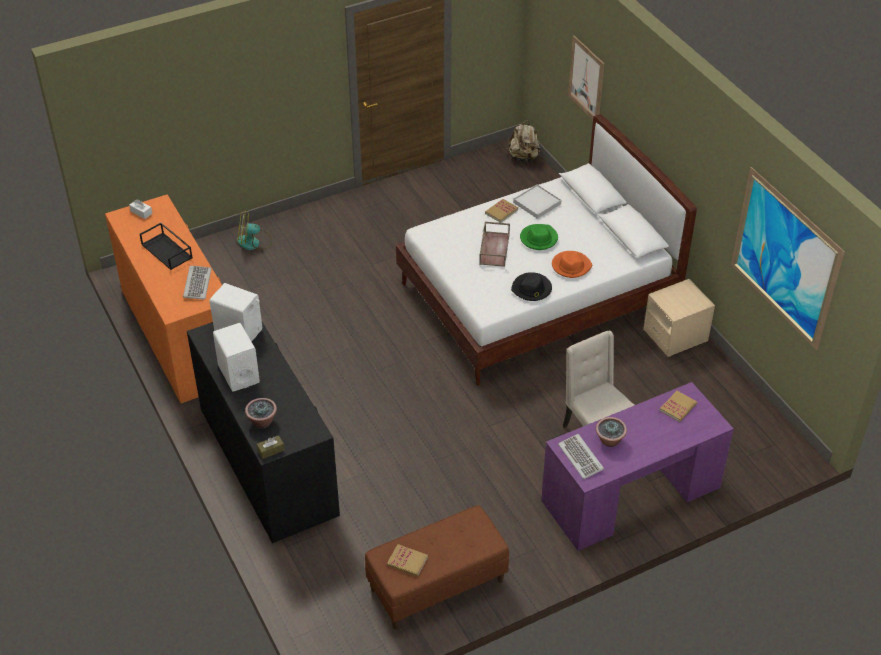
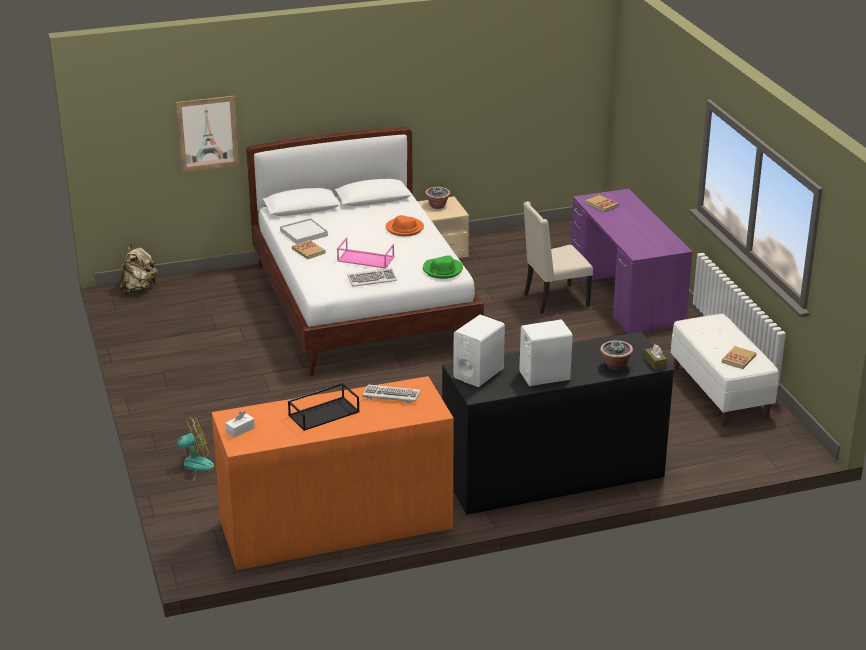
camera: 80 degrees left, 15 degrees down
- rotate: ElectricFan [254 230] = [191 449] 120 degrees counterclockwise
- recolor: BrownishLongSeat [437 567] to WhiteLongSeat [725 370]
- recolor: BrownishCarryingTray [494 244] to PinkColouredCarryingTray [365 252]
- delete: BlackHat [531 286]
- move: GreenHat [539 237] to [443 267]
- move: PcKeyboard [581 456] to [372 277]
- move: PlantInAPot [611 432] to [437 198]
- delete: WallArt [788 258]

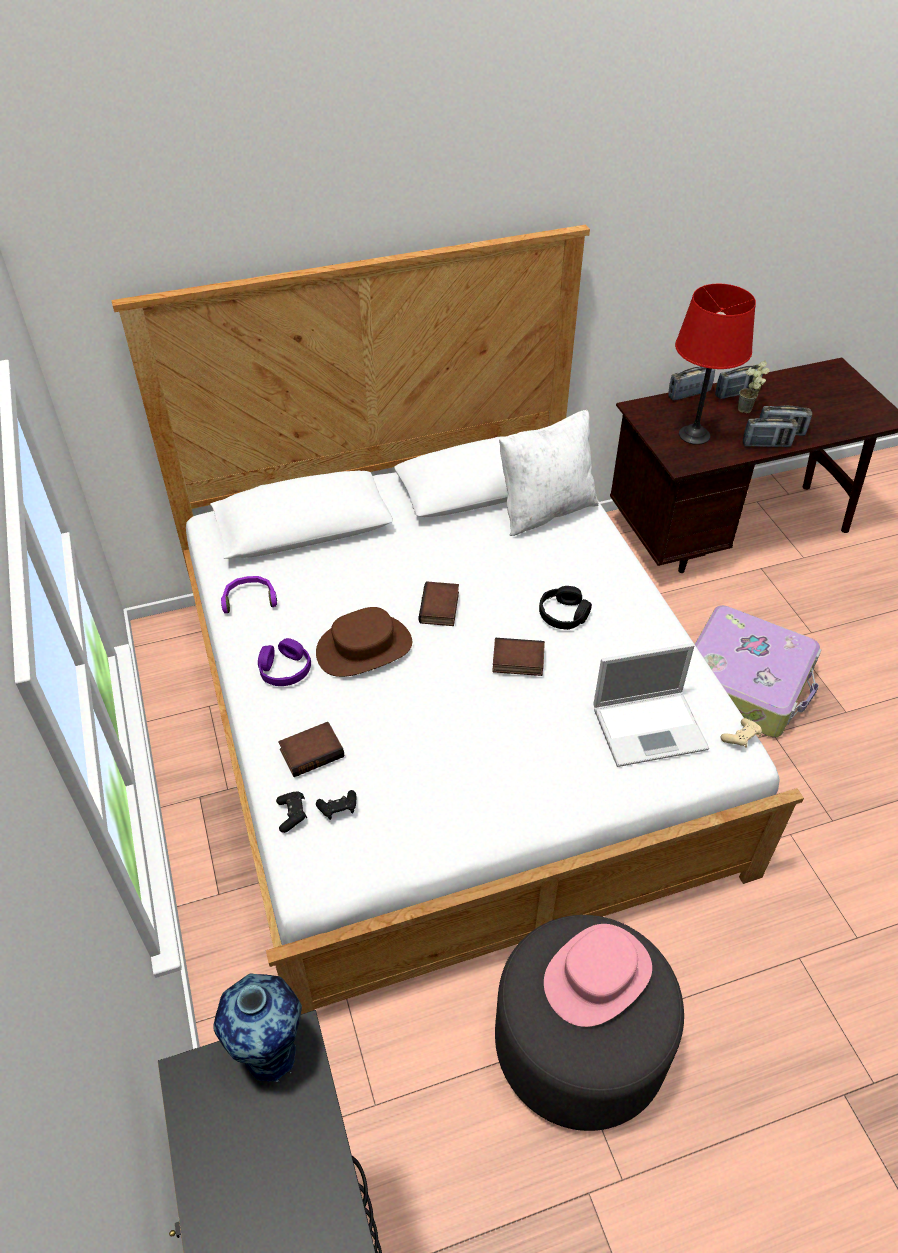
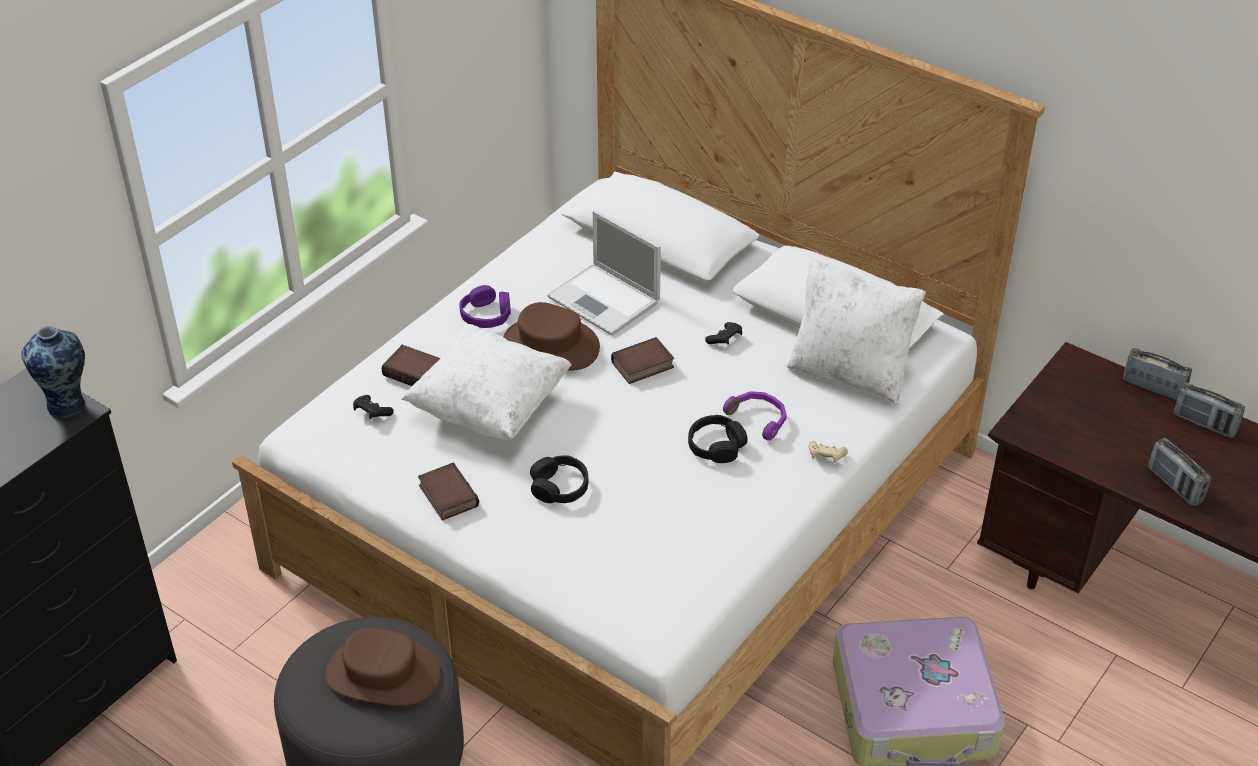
camera: 55 degrees right, 5 degrees down
- move: PurplishHeadphones [249 594] to [755 416]
- move: BlackGameController [291 812] to [723 333]
- move: BoundBook [518 657] to [448 491]
- recolor: PinkColouredHat [598 975] to BrownishHat [382 667]
- move: Laptop [651 705] to [604 273]
- delete: RedLampForATable [715 364]
- move: SandColouredGameController [741 733] to [828 452]
- delete: PlantInAPot [754 386]
- delete: RadioReceiver [770 432]
- insert: WhiteCushion [486 382]
- insert: BlackHeadphones [559 479]

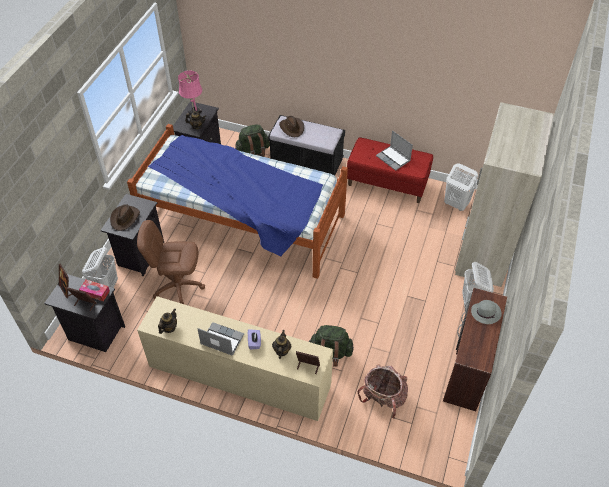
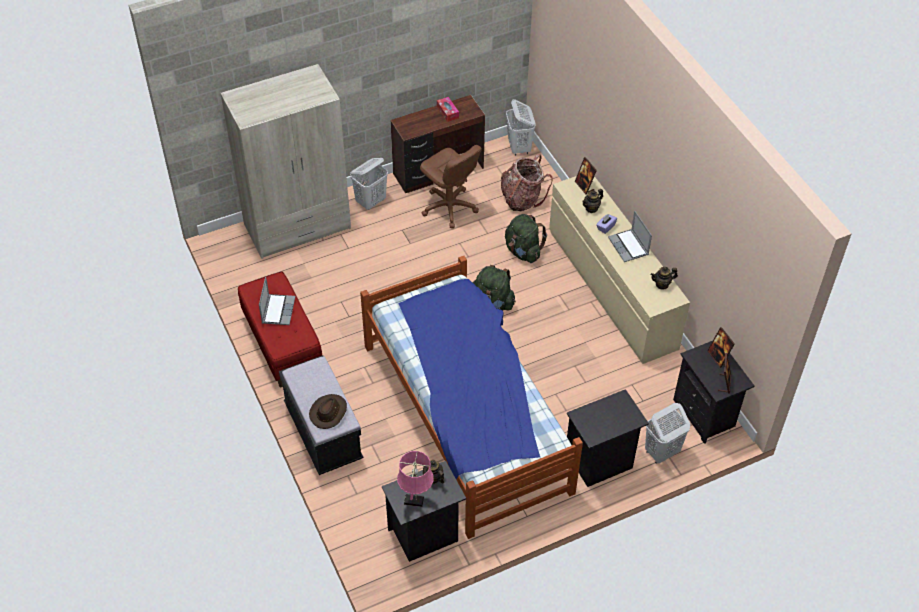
camera: 135 degrees left, 0 degrees up
- move: TissueBox [94 290] to [448 109]
- delete: BrownishHat [125 217]
- move: BrownishOfficeChair [171 262] to [451 186]
- move: GreenRucksack [252 141] to [494 288]
- move: WhiteLaundryBasket [461 187] to [521 127]
- delete: GrayHat [486 312]

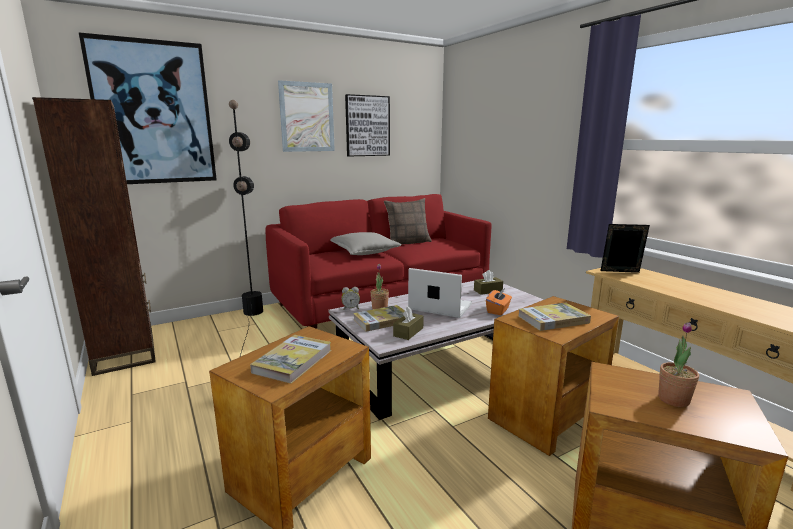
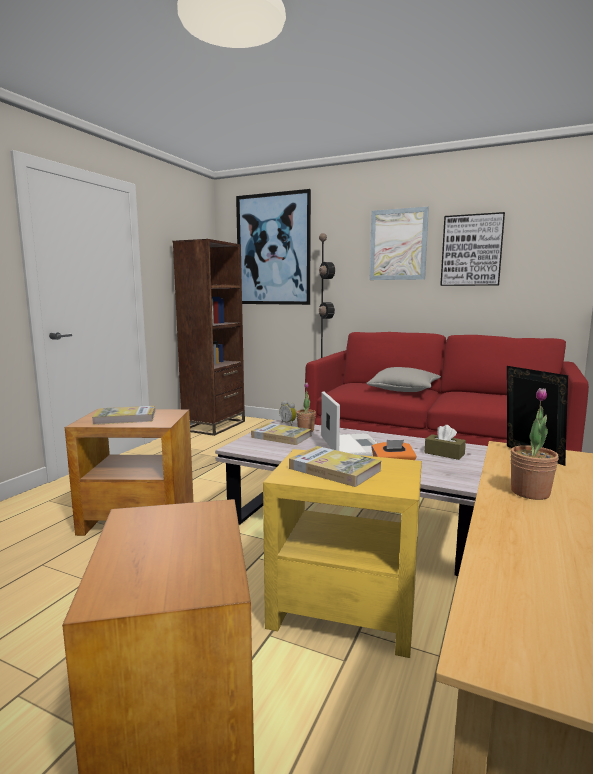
camera: 55 degrees right, 5 degrees down
- delete: Cushion [407 221]
- delete: BrownishTissueBox [408 323]
- recolor: BrownishSideTable [553 376] to YellowishSideTable [342 553]
- move: PlantInAPot [678 364] to [535 444]

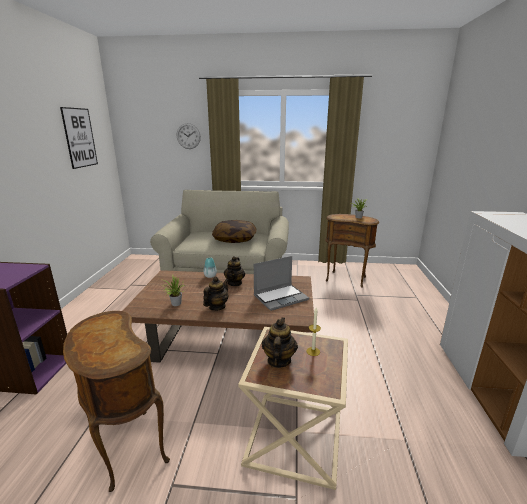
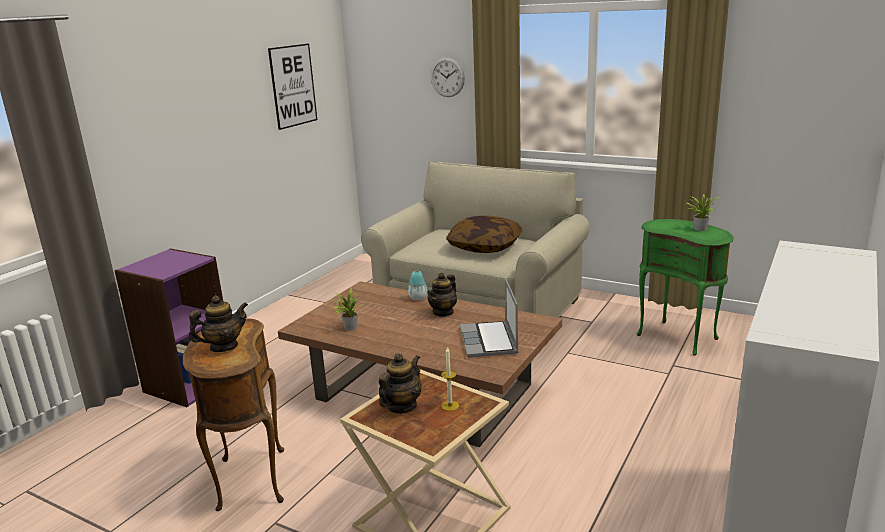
camera: 25 degrees right, 0 degrees up
- move: Teapot [216 294] to [218 323]
- rotate: Laptop [281 283] = [489 317] 90 degrees clockwise
- recolor: BrownishSideTable [352 251] to GreenSideTable [685 287]

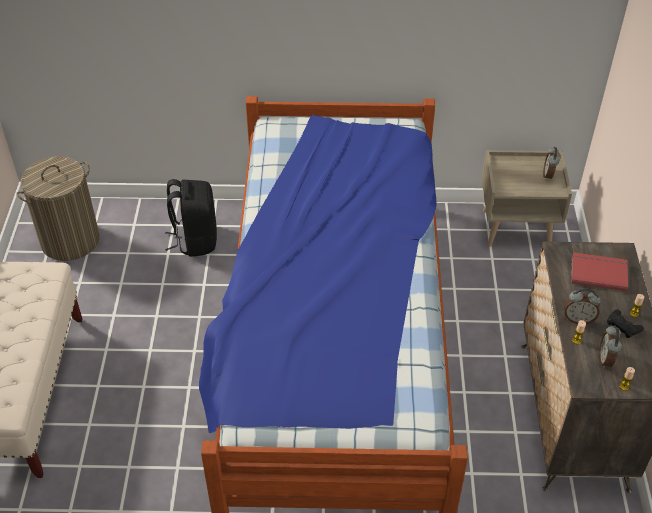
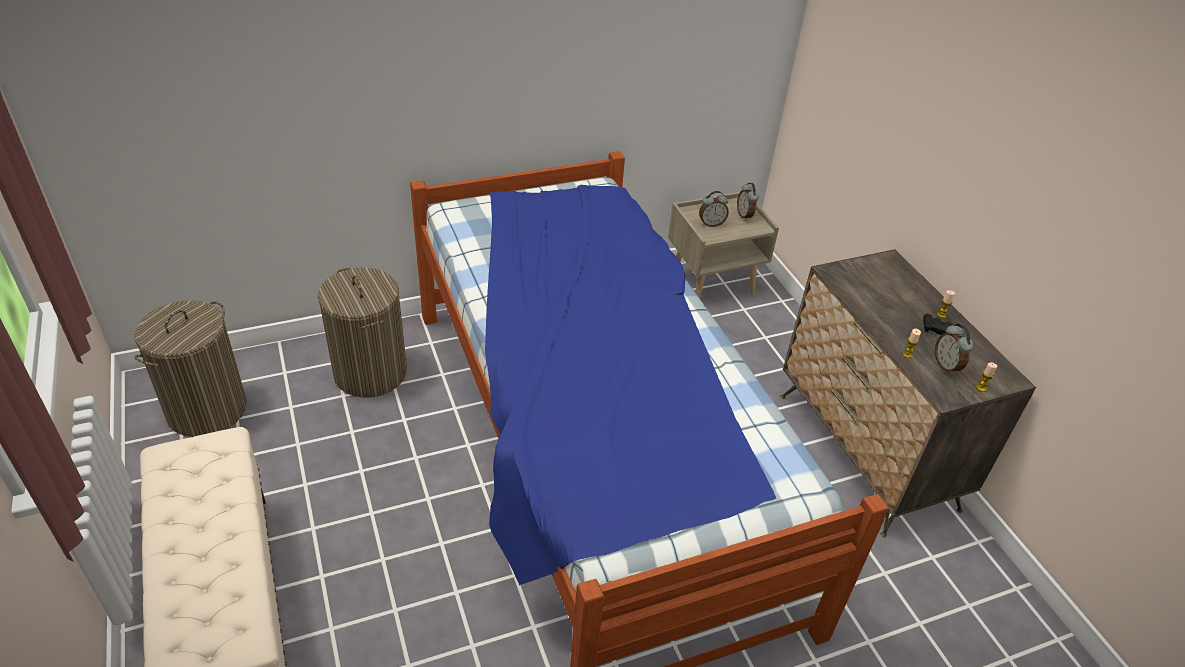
camera: 25 degrees left, 5 degrees down
- replace: BlackRucksack [191 218] to LaundryBasket [362 333]
- move: AlarmClock [583 306] to [714 209]
- delete: RedBoundBook [599 271]

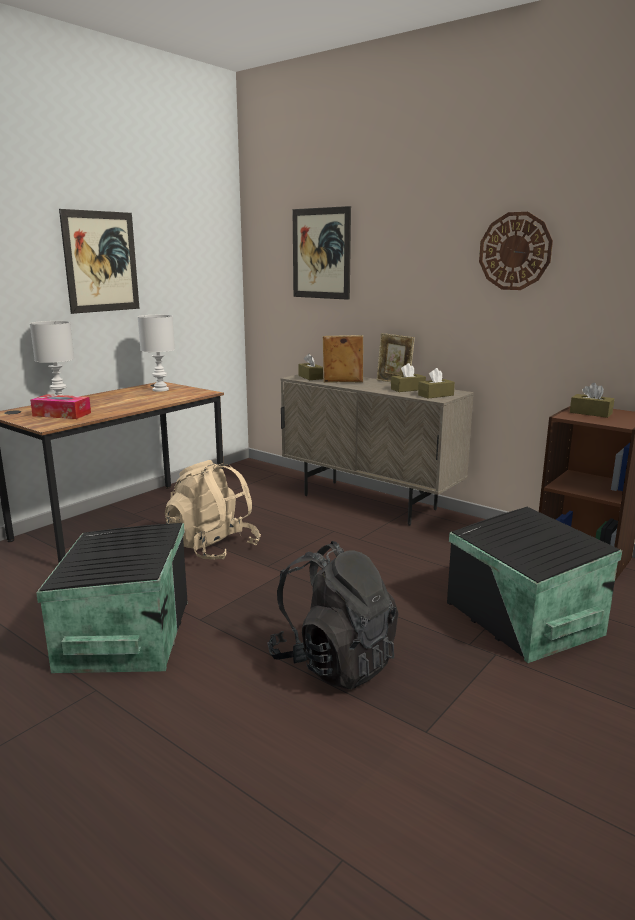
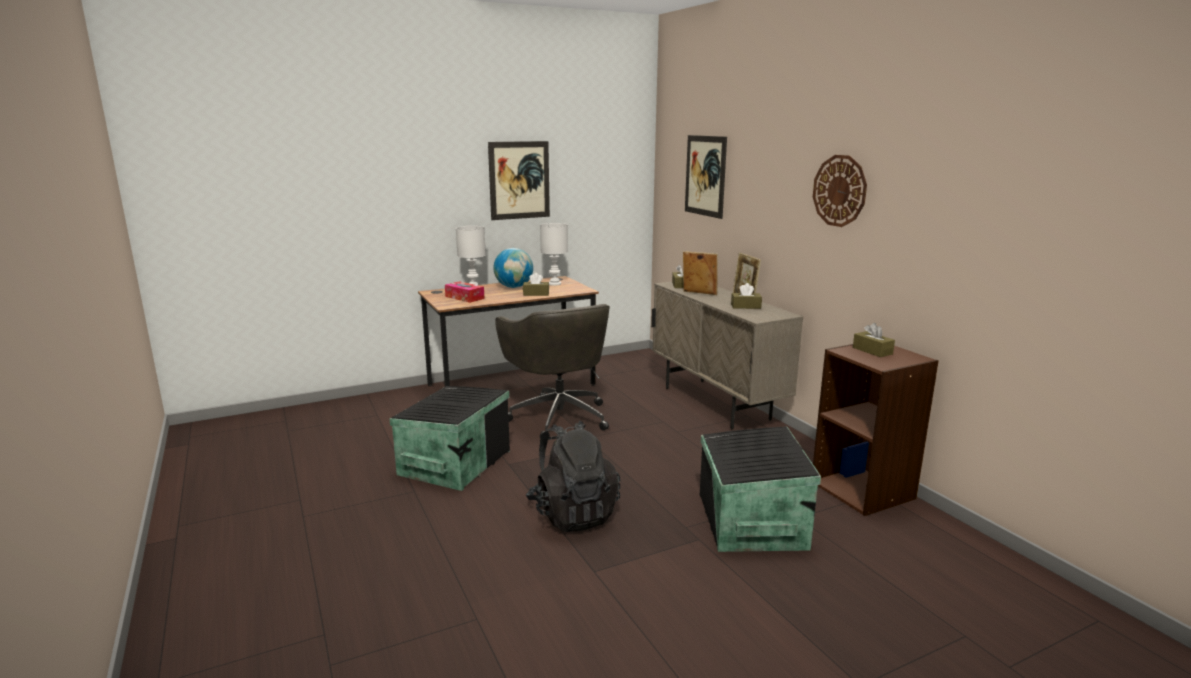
camera: 25 degrees right, 0 degrees up
- replace: SandColouredRucksack [213 510] to GrayOfficeChair [552 371]
- move: BrownishTissueBox [436 383] to [536 284]
- insert: WorldGlobe [513 268]

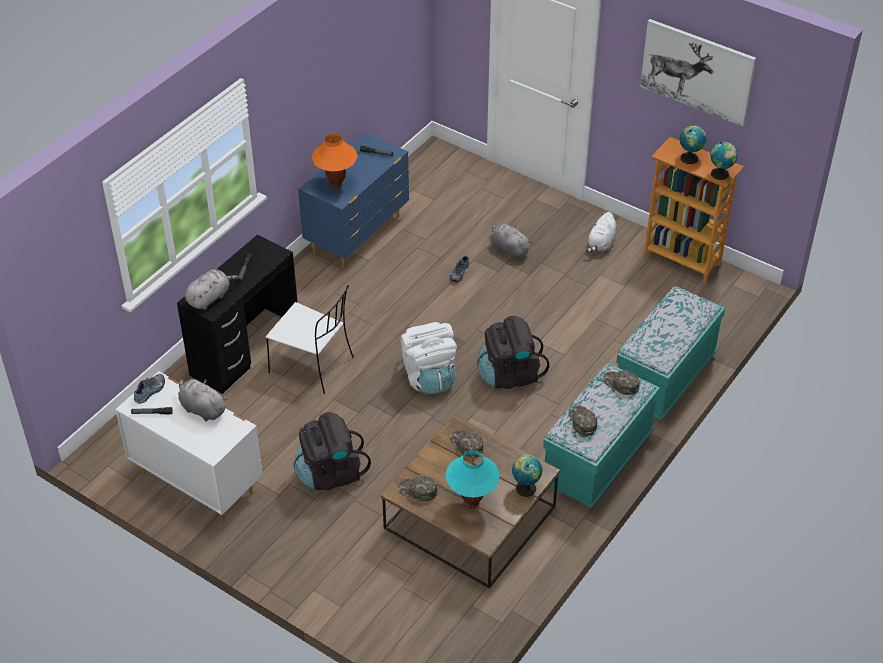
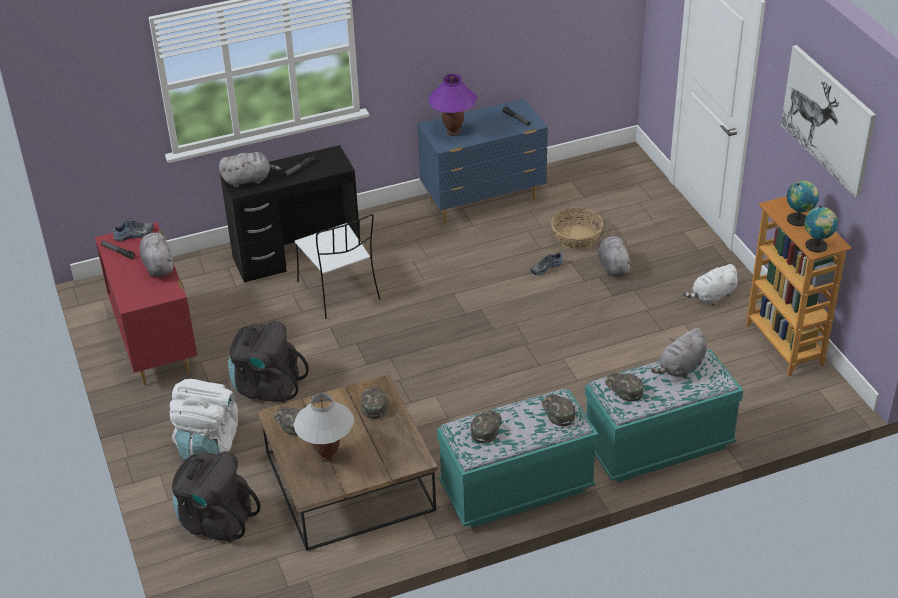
camera: 35 degrees right, 5 degrees down
- recolor: WhiteDresser [189 447] to RedDresser [146 303]
- recolor: OrangeyLampForATable [335 161] to PurplishLampForATable [452 105]
- move: WhiteRucksack [428 358] to [203 419]
- recolor: TurquoiseColouredLampForATable [472 479] to WhiteLampForATable [323 427]
- move: BlackRucksack [513 352] to [216 497]
- delete: WorldGlobe [527 476]
- insert: StorageBasket [577 228]
- insert: GreenCap [624 387]
- insert: GrayPlushToy [679 353]

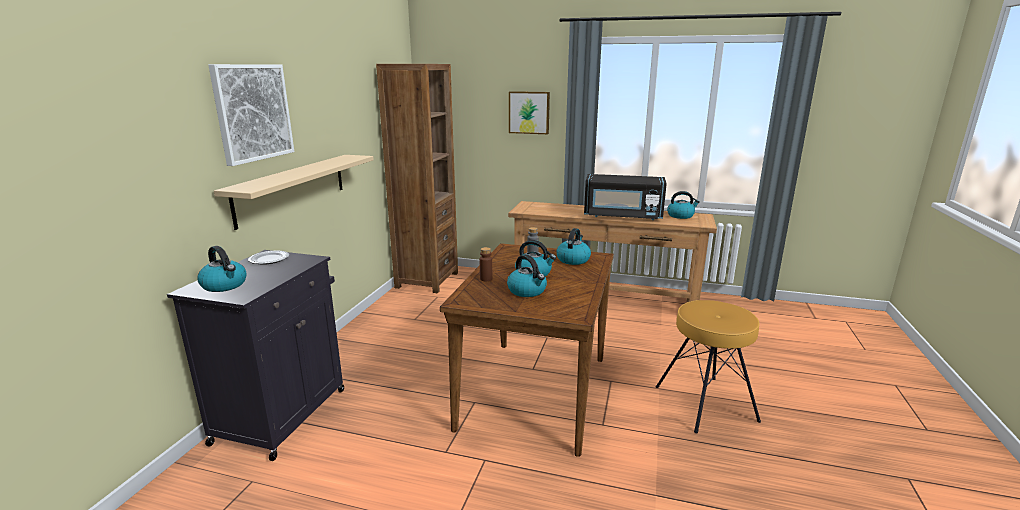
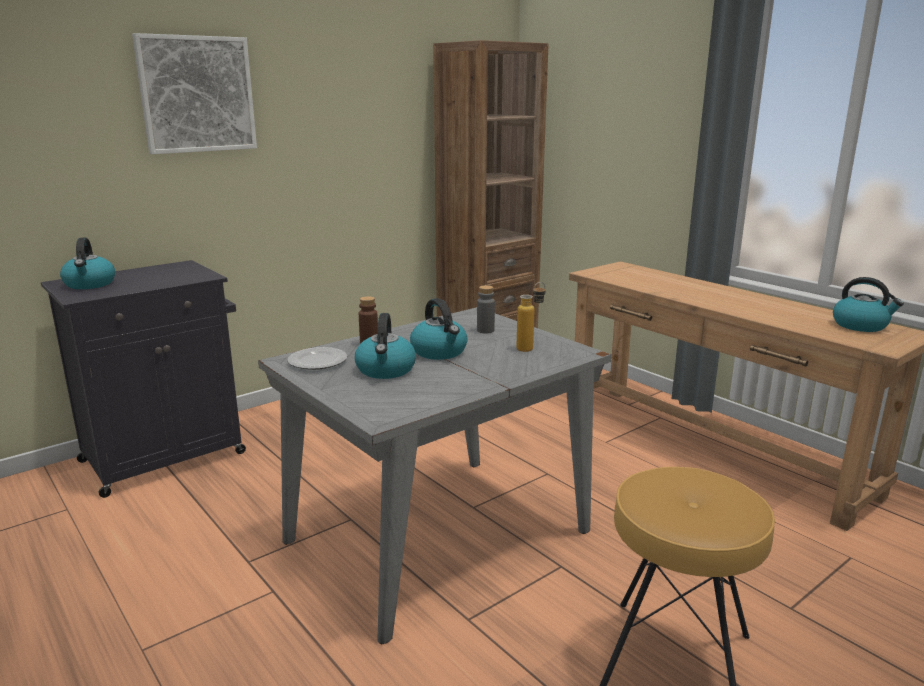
camera: 35 degrees right, 0 degrees up
- delete: SandColouredBracketShelf [294 192]
- move: FlatDish [268 258] to [317 358]
- recolor: BrownishKitchenTable [527 350] to GrayKitchenTable [435 475]
- delete: WallArt [529 112]
- replace: WaterKettle [573 246] to Bottle [530 317]
- delete: BlackMicrowave [625 197]

